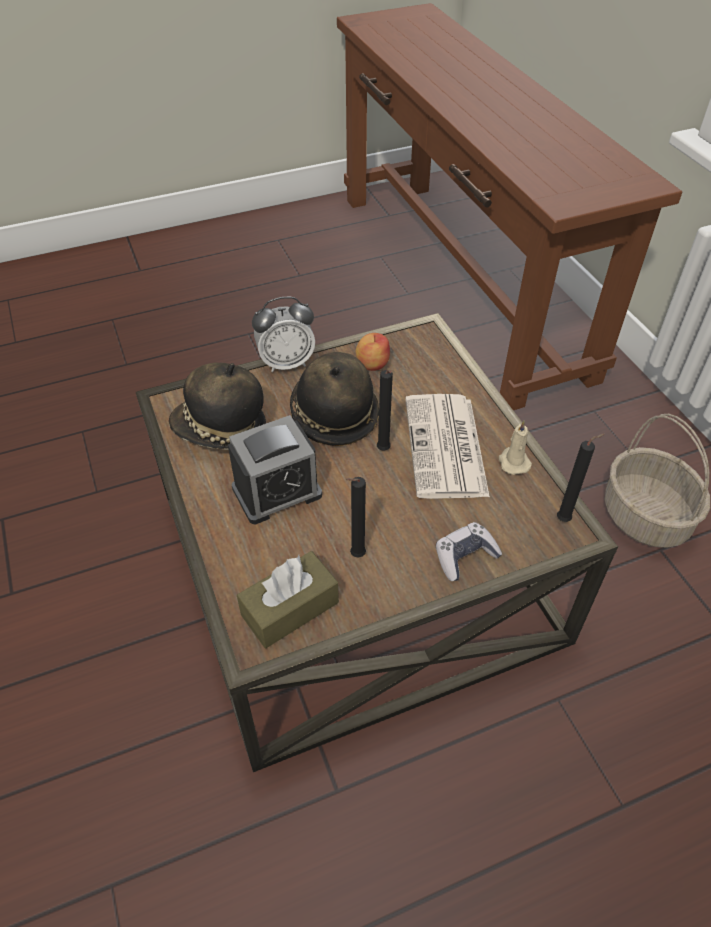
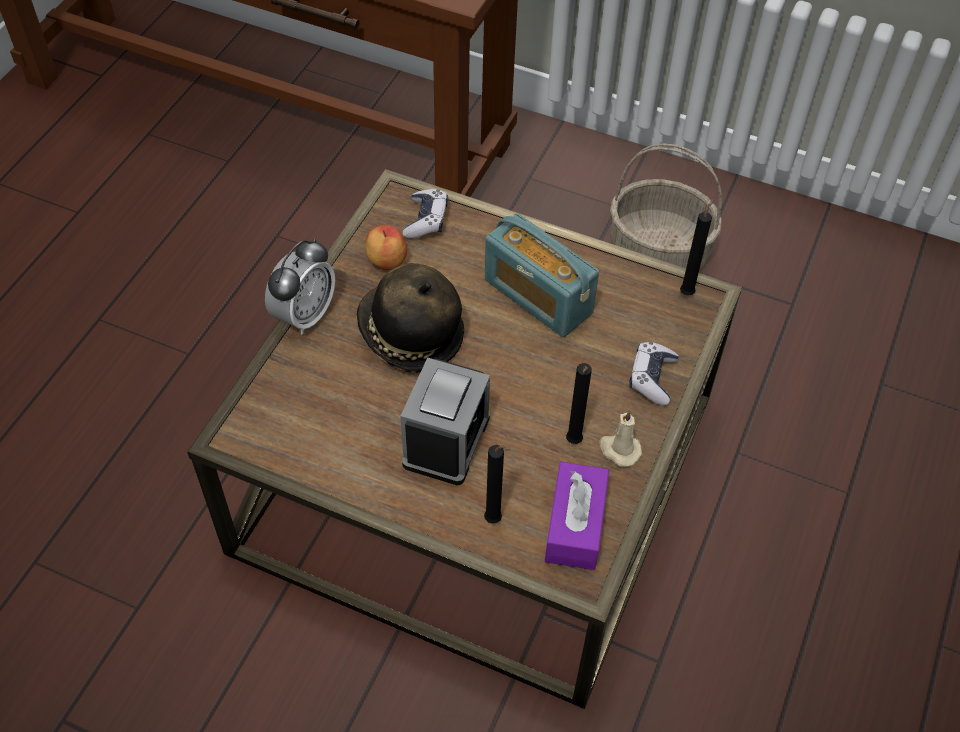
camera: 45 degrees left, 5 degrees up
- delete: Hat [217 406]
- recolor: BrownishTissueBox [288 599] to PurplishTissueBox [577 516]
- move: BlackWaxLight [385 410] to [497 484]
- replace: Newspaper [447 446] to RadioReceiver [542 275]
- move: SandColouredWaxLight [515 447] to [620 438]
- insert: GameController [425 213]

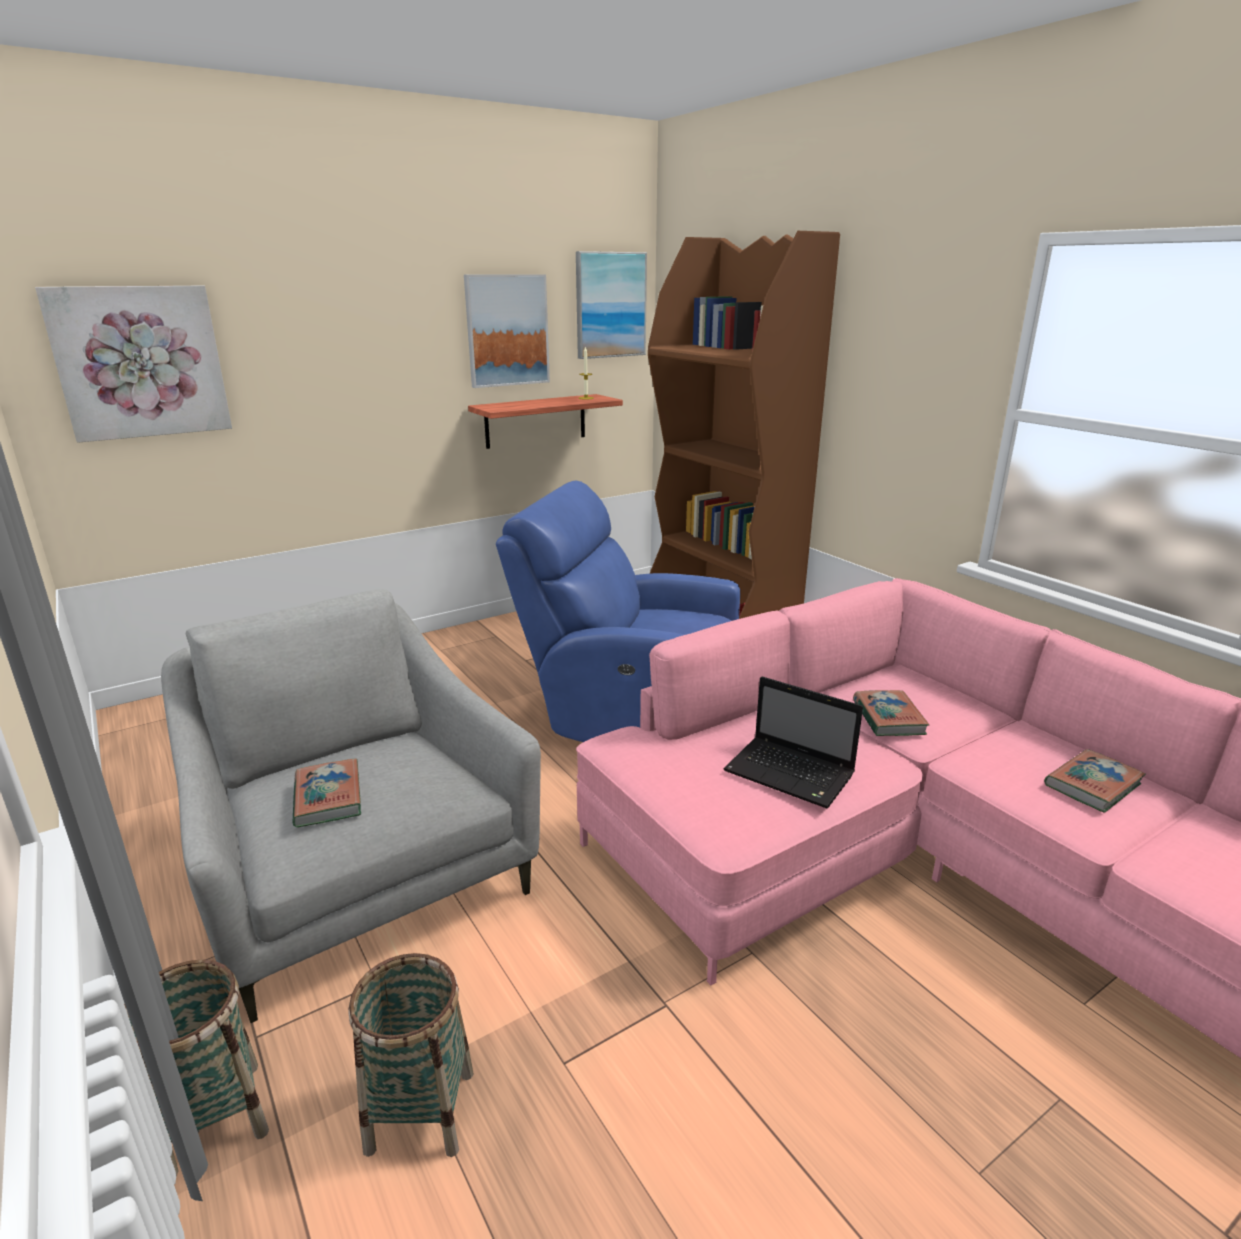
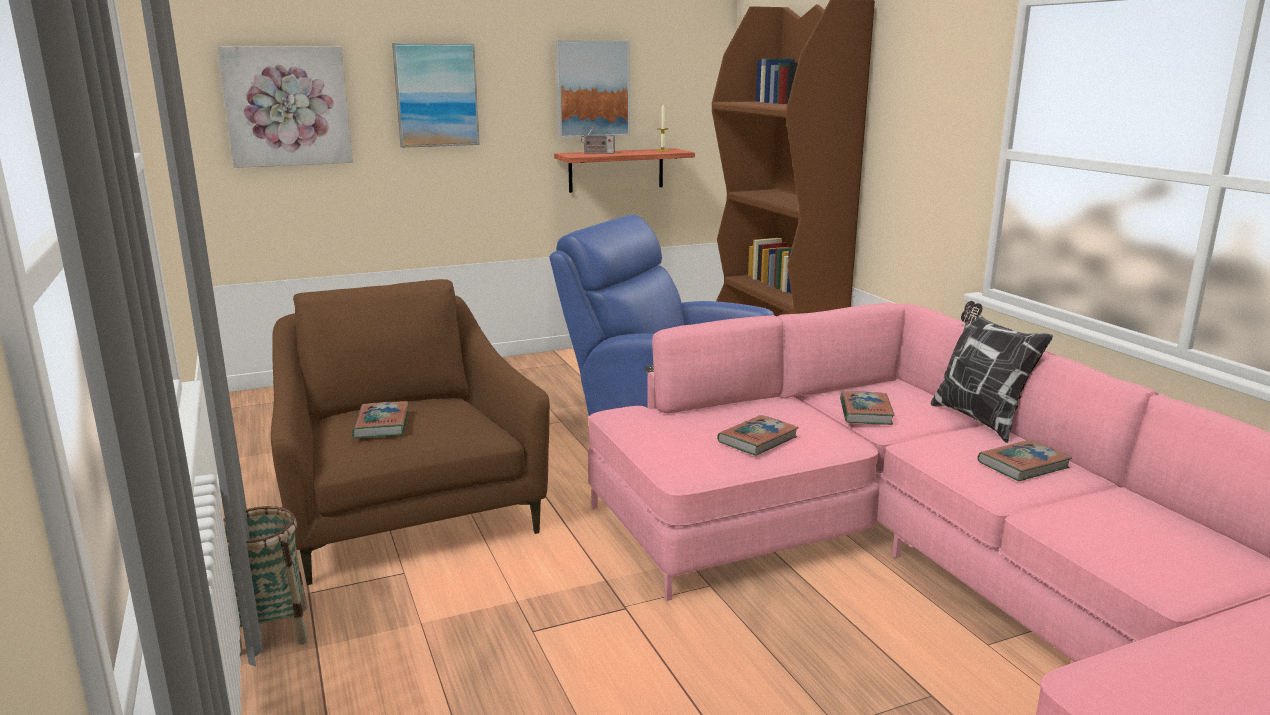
camera: 10 degrees right, 5 degrees down
- recolor: GrayEasyChair [351 806] to BrownishEasyChair [410 432]
- delete: StorageBasket [411 1055]
- move: WallArt [611 305] to [436 95]
- replace: Laptop [793 742] to BoundBook [758 435]
- insert: RadioReceiver [598 139]
- insert: Cushion [992 372]

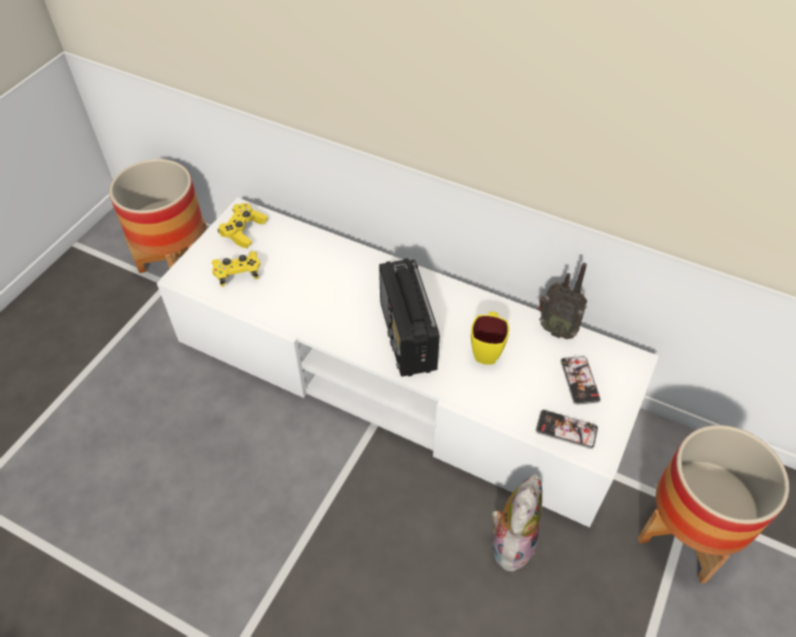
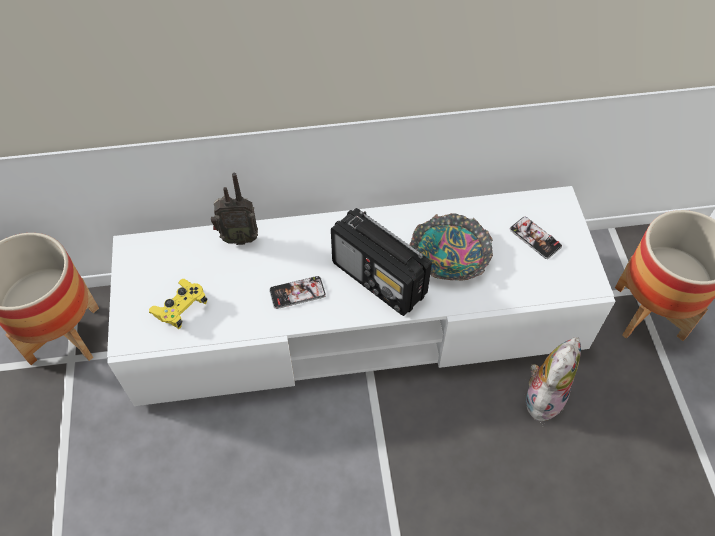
camera: 35 degrees left, 5 degrees up
- delete: YellowishGameController [243 225]
- replace: YellowishMug [490 338] to Bowl [451 247]
- rotate: PlushToy [517 523] = [553 379] 45 degrees clockwise
- move: Telephone [567 429] to [297 292]
- move: RadioReceiver [562 301] to [234 209]

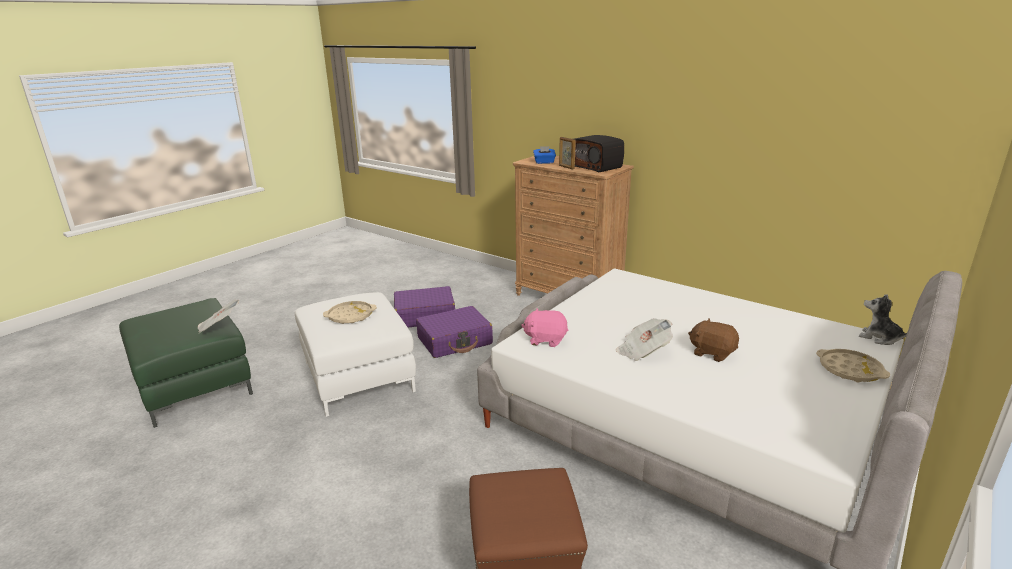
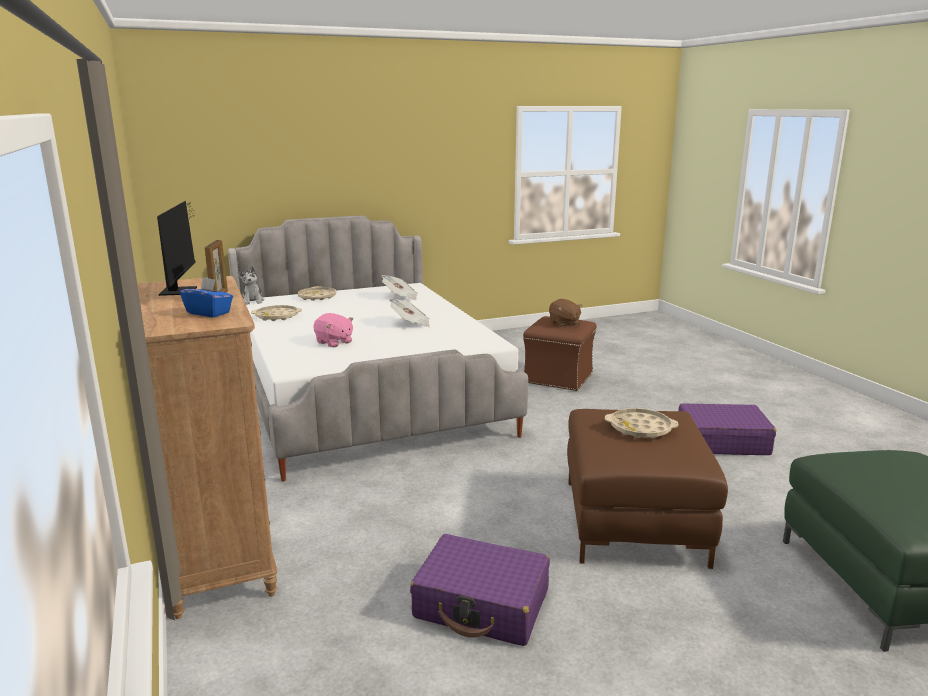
camera: 150 degrees left, 5 degrees down
- move: Newspaper [218 316] to [400 287]
- recolor: WhiteFootrest [355 354] to BrownishFootrest [647 489]
- move: PurplishPieceOfLuggage [454 332] to [727 429]
- move: PinkColouredPlushToy [544 327] to [333 330]
- replace: RadioReceiver [599 153] to Monitor [177 248]
- move: BrownishPlushToy [713 340] to [565 313]
- insert: SandColouredCarryingTray [276 313]

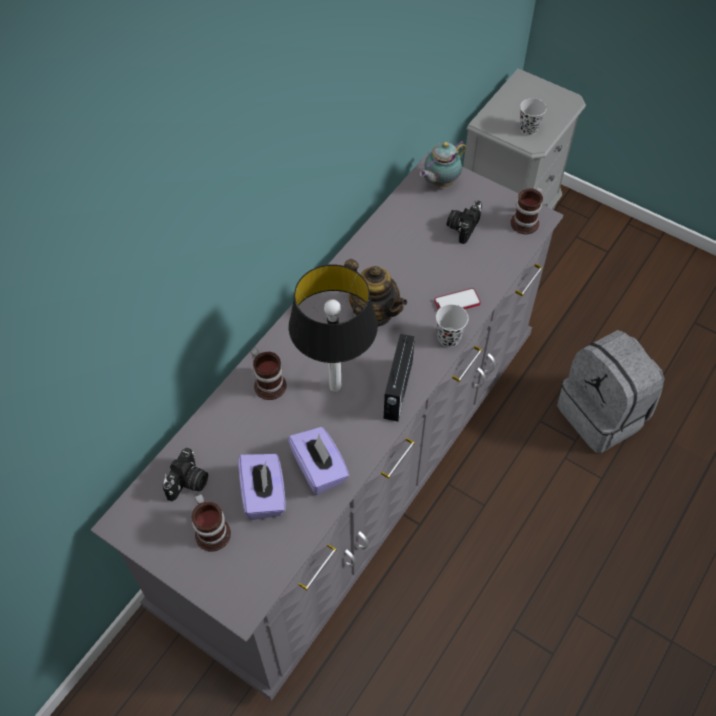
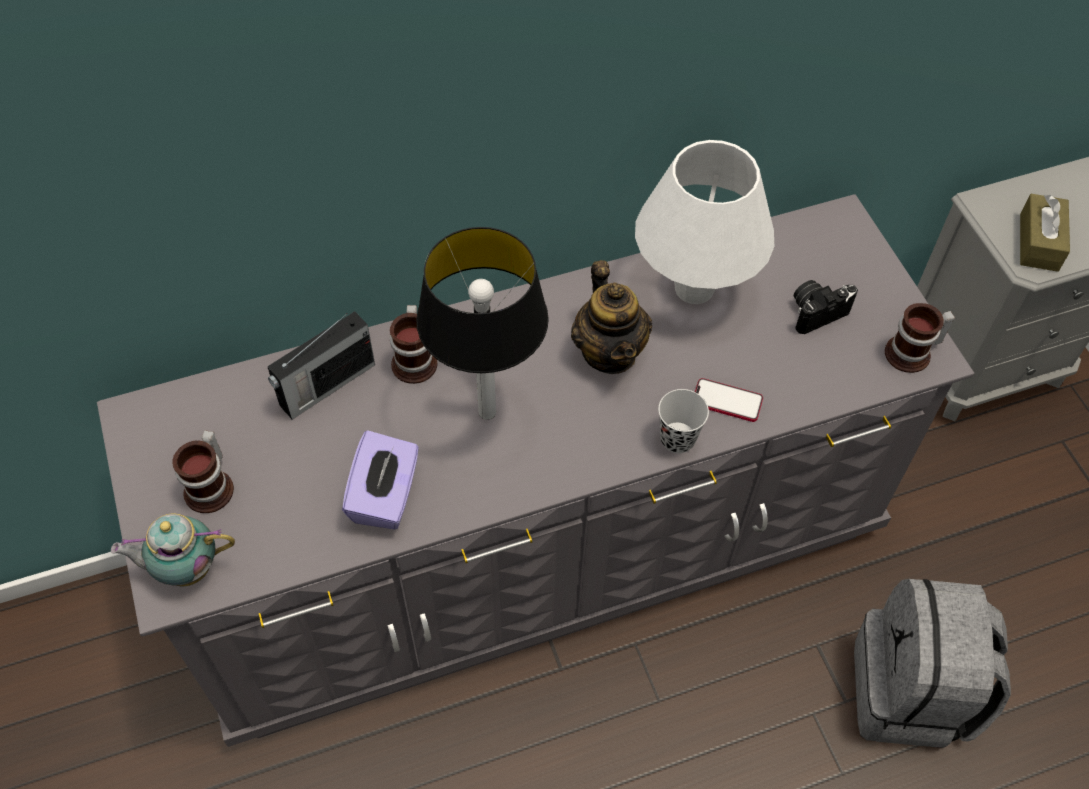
camera: 35 degrees right, 0 degrees up
- delete: PhotoCamera [185 474]
- delete: PurplishTissueBox [261 487]
- move: RadioReceiver [399 378] to [321 365]
- move: Teapot [443 164] to [173 550]
- replace: BlackCup [533 116] to BrownishTissueBox [1045 233]
- insert: WhiteLampForATable [704 222]

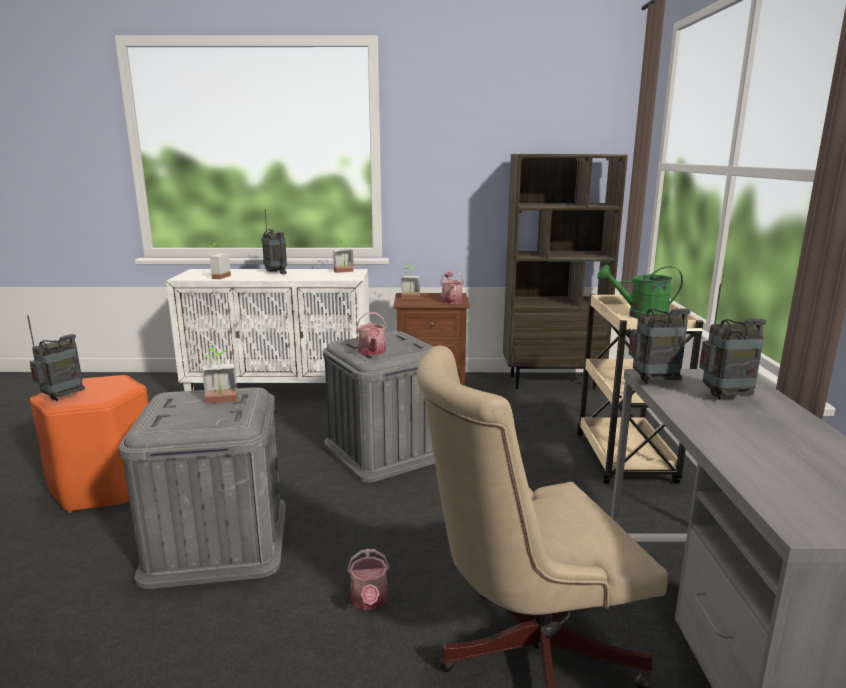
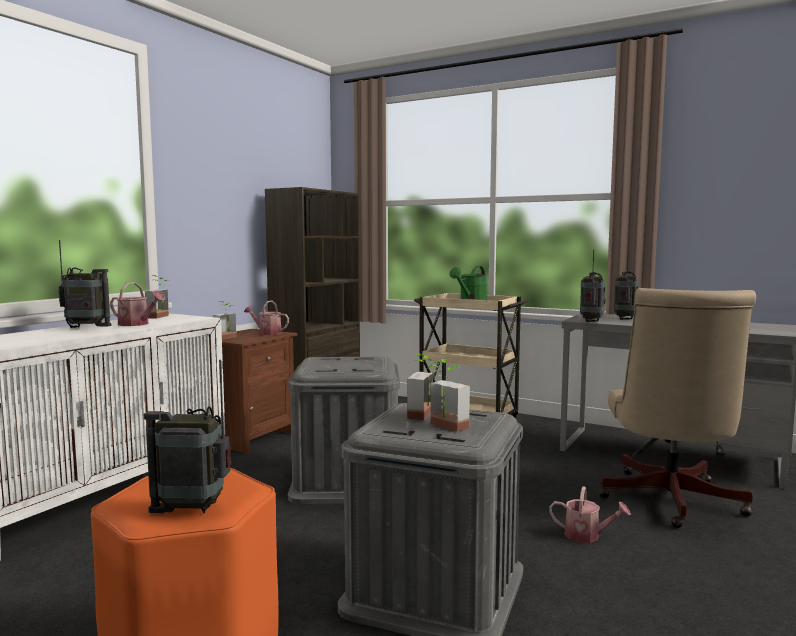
camera: 60 degrees left, 10 degrees down
- rotate: RadioReceiver [56 358] = [187 436] 60 degrees counterclockwise
- move: PlantInAPot [220 260] to [450 395]
- move: SprinklingCan [371 333] to [137 304]

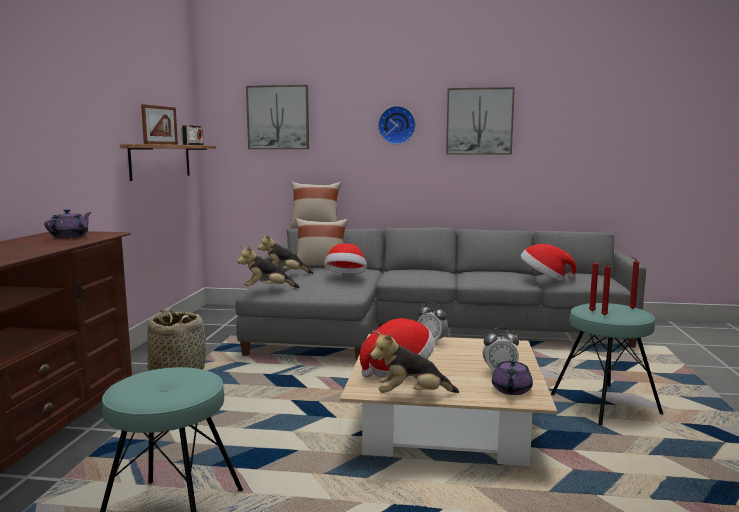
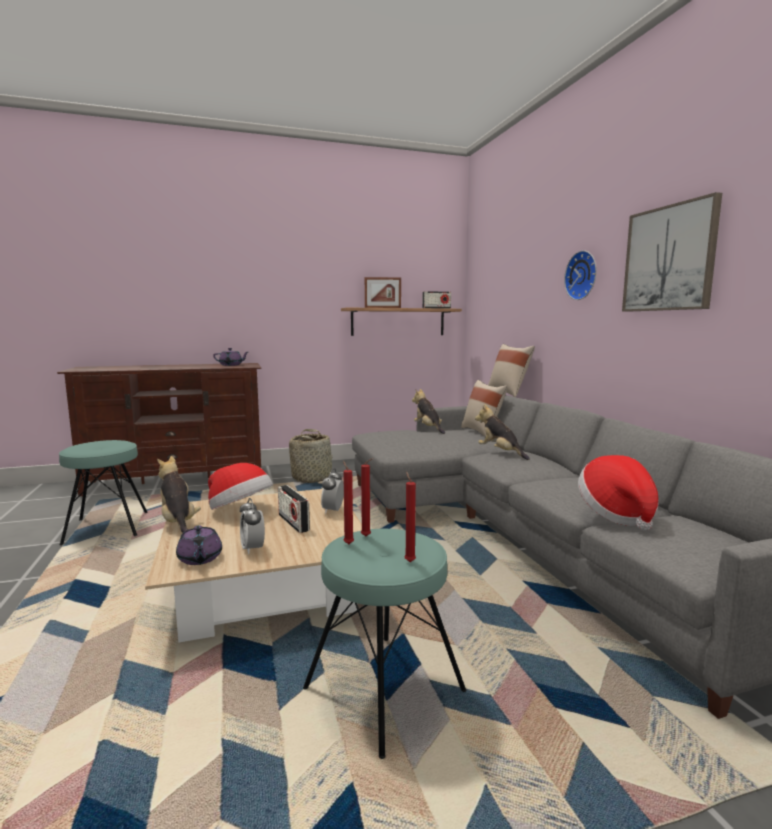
camera: 65 degrees right, 0 degrees up
- move: PlushToy [269 267] to [502 432]
- delete: WallArt [277 117]
- delete: Hat [345 258]
- rotate: PurplishTeapot [512 377] = [199 545] 105 degrees counterclockwise
- insert: RadioReceiver [294 509]

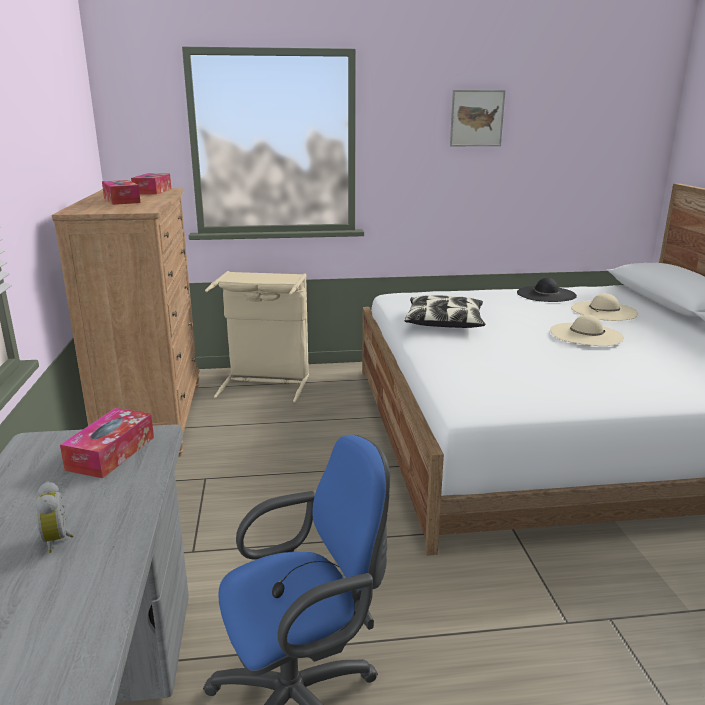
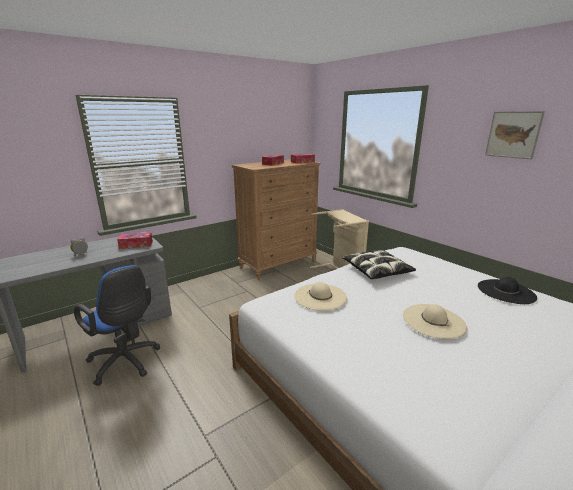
camera: 60 degrees right, 0 degrees up
- move: SandColouredHat [604 307] to [320 296]

